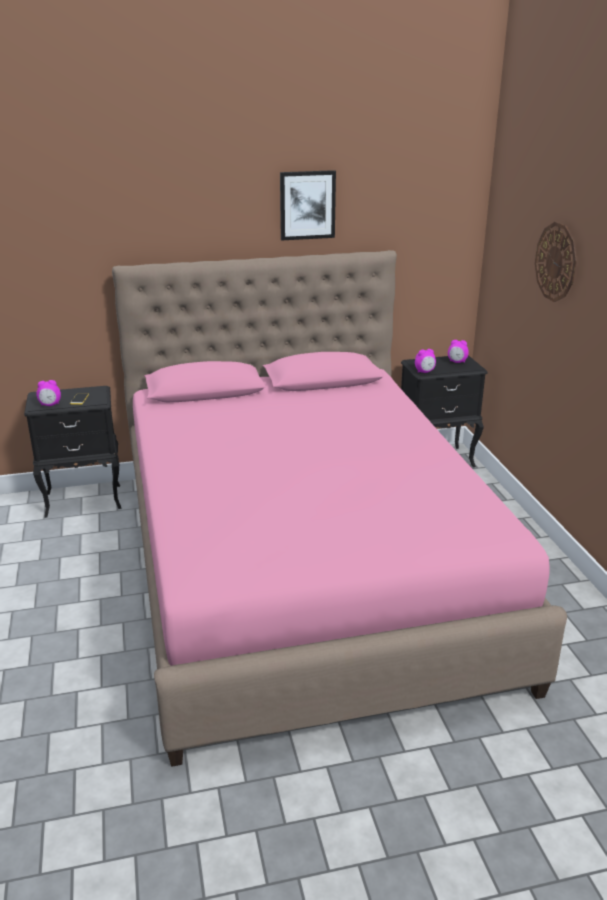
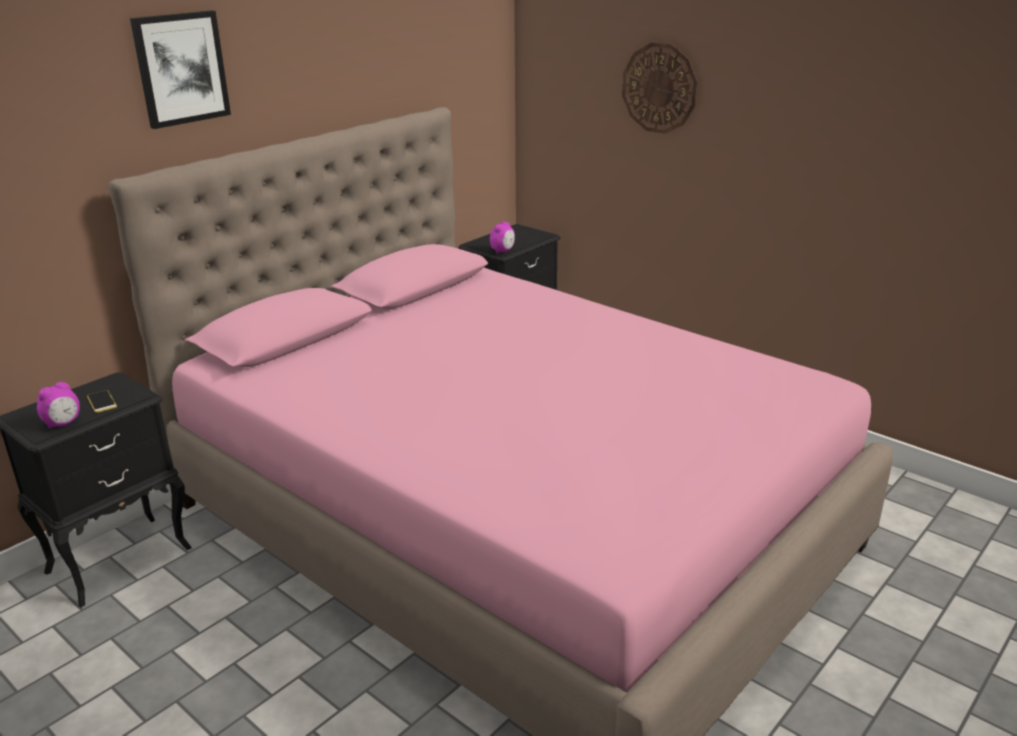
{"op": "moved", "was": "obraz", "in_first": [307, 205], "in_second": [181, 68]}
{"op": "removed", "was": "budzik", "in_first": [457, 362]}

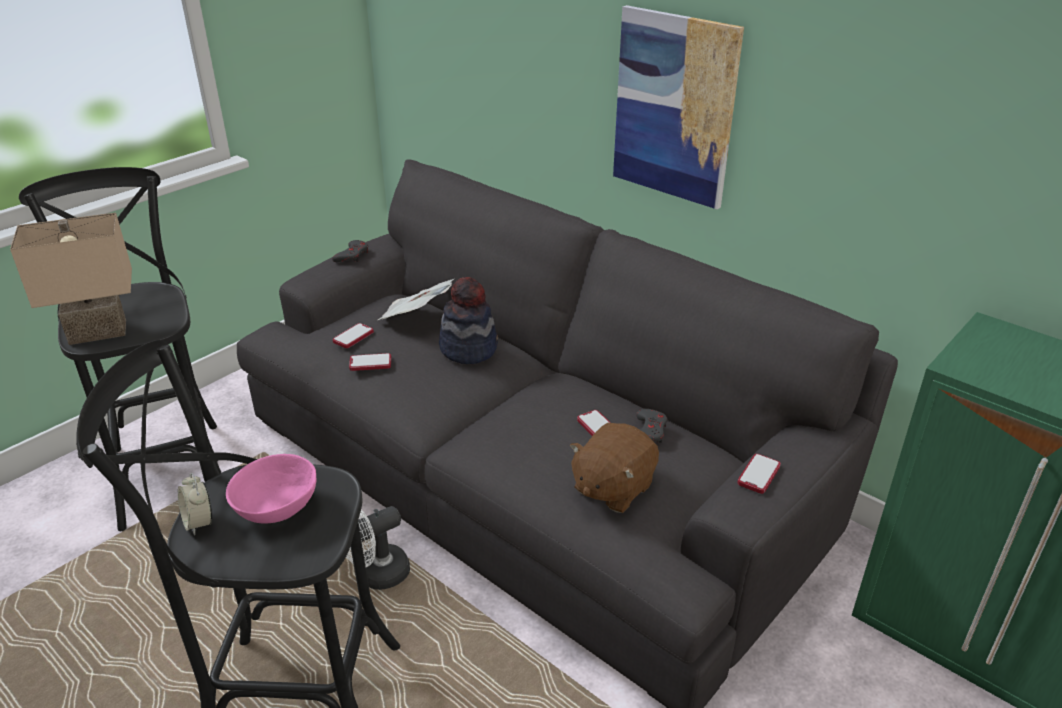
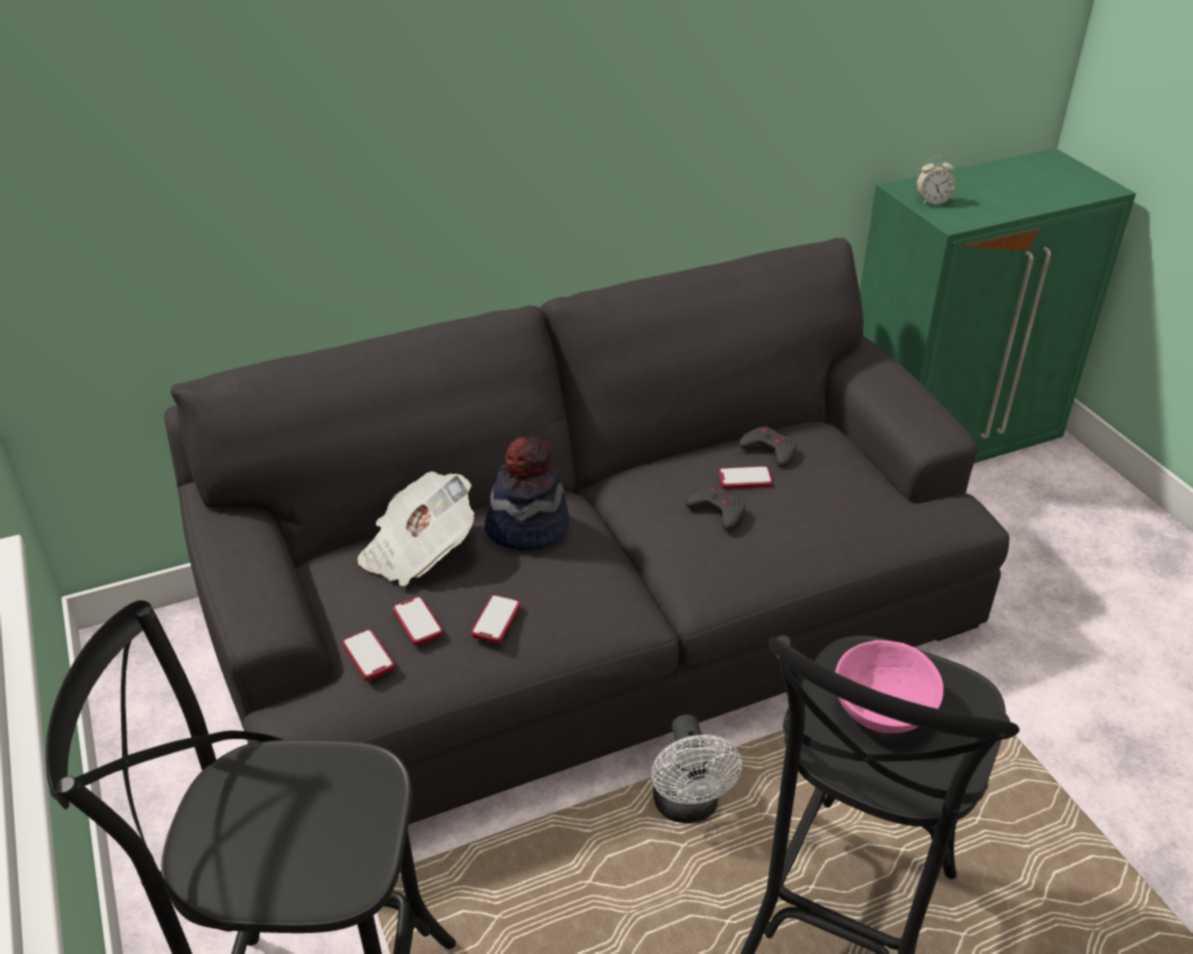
{"op": "moved", "was": "telefon", "in_first": [758, 475], "in_second": [368, 656]}
{"op": "moved", "was": "pad do gier/szary", "in_first": [352, 255], "in_second": [717, 511]}
{"op": "moved", "was": "budzik", "in_first": [199, 522], "in_second": [932, 201]}
{"op": "removed", "was": "lampa stołowa/beżowy", "in_first": [97, 333]}
{"op": "removed", "was": "pluszak/brązowy", "in_first": [612, 488]}
{"op": "removed", "was": "obraz", "in_first": [674, 107]}

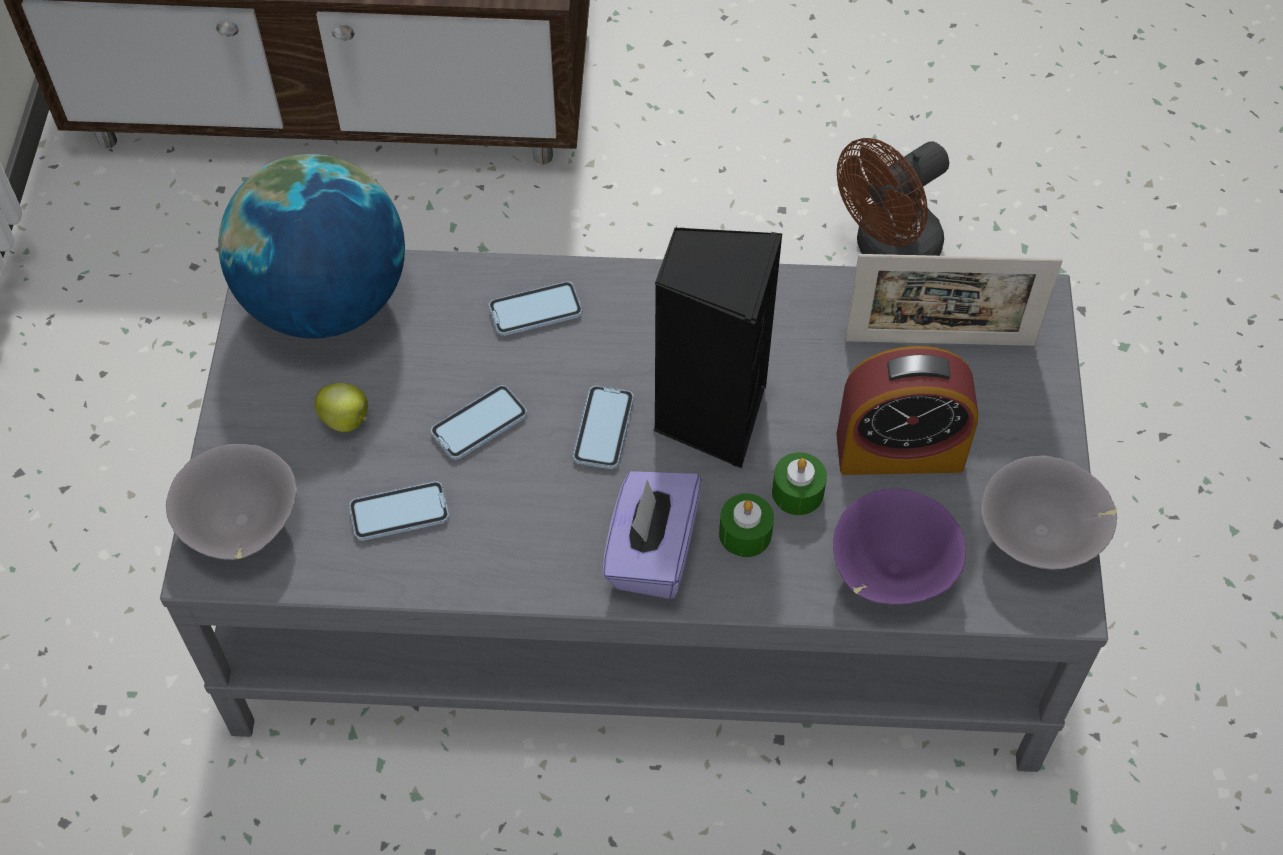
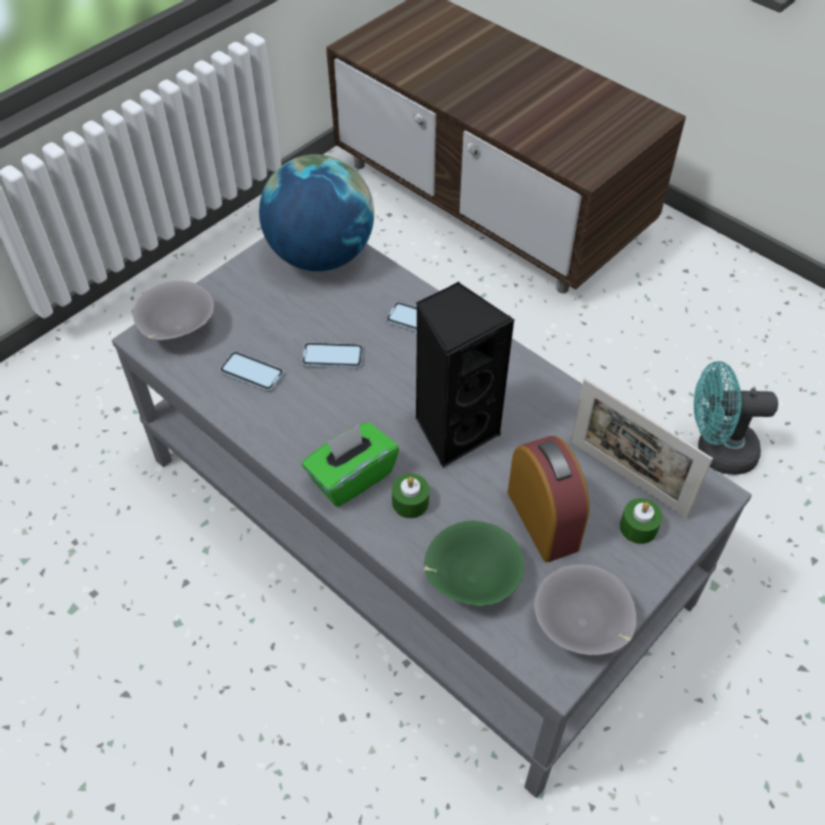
{"op": "recoloured", "was": "pudełko chusteczek/fioletowy", "now": "pudełko chusteczek/zielony", "in_first": [651, 553], "in_second": [351, 477]}
{"op": "recoloured", "was": "miska/fioletowy", "now": "miska/zielony", "in_first": [890, 571], "in_second": [470, 579]}
{"op": "turned", "was": "budzik", "in_first": [899, 451], "in_second": [542, 520], "clockwise": -150}
{"op": "moved", "was": "świeca/zielony", "in_first": [797, 492], "in_second": [638, 527]}
{"op": "recoloured", "was": "wentylator/brązowy", "now": "wentylator/turkusowy", "in_first": [888, 251], "in_second": [716, 451]}
{"op": "removed", "was": "jabłko", "in_first": [347, 421]}
{"op": "removed", "was": "telefon", "in_first": [603, 429]}

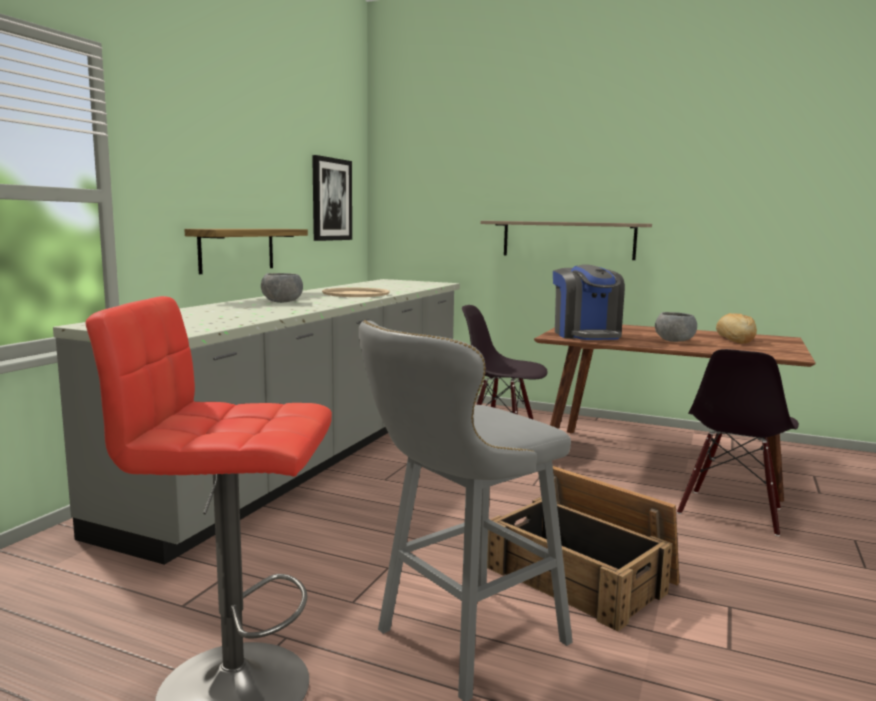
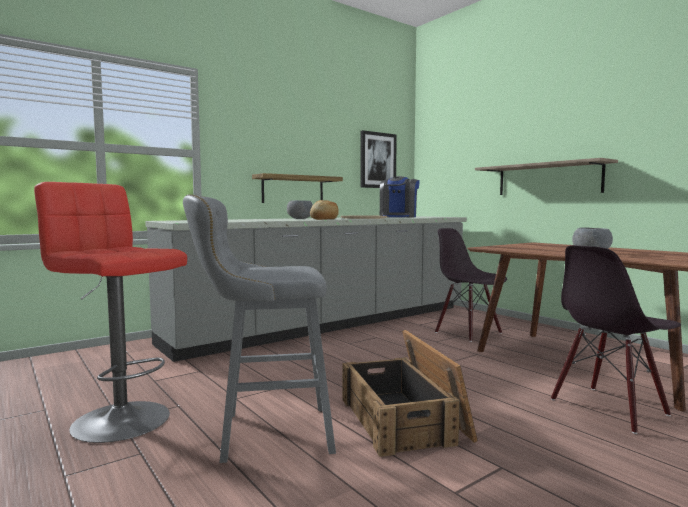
{"op": "moved", "was": "chleb", "in_first": [734, 340], "in_second": [324, 219]}
{"op": "moved", "was": "ekspres do kawy", "in_first": [586, 335], "in_second": [398, 217]}

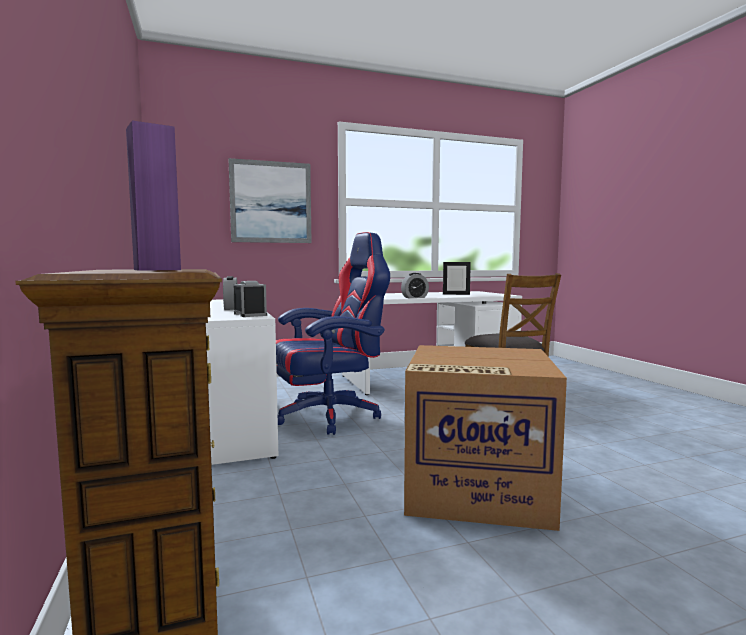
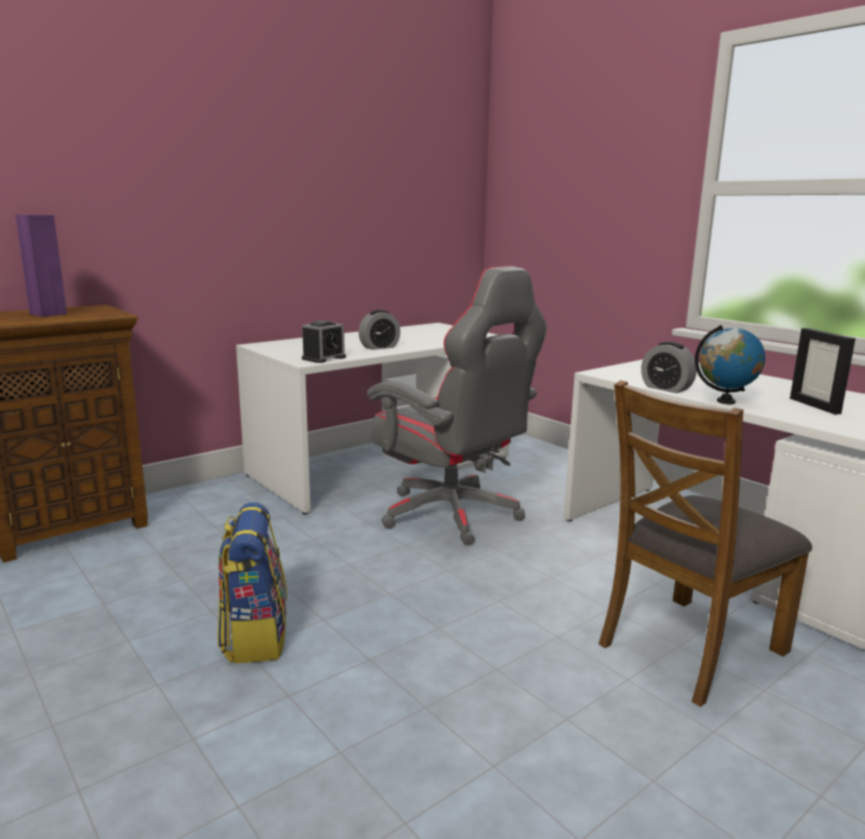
{"op": "replaced", "was": "karton", "now": "plecak", "in_first": [475, 488], "in_second": [254, 636]}
{"op": "recoloured", "was": "krzesło biurowe/niebieski", "now": "krzesło biurowe/szary", "in_first": [328, 416], "in_second": [450, 514]}
{"op": "added", "now": "globus", "in_second": [725, 401]}
{"op": "removed", "was": "obraz", "in_first": [271, 202]}

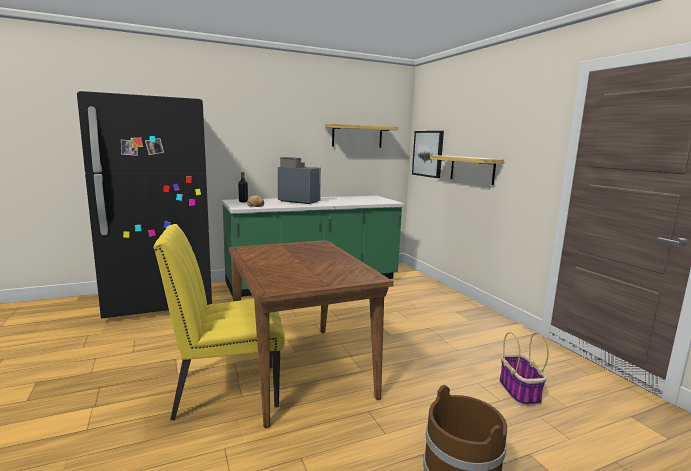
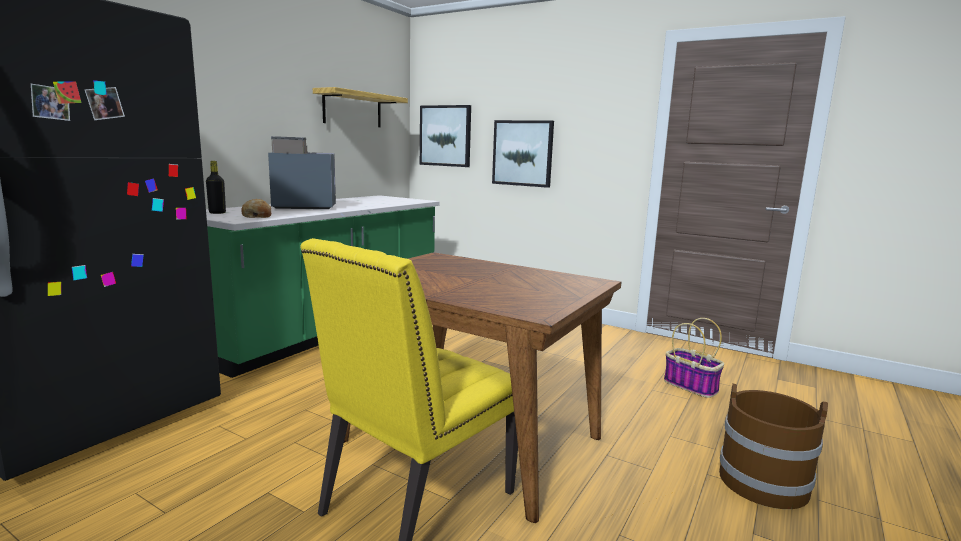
{"op": "replaced", "was": "półka", "now": "obraz", "in_first": [472, 169], "in_second": [523, 153]}

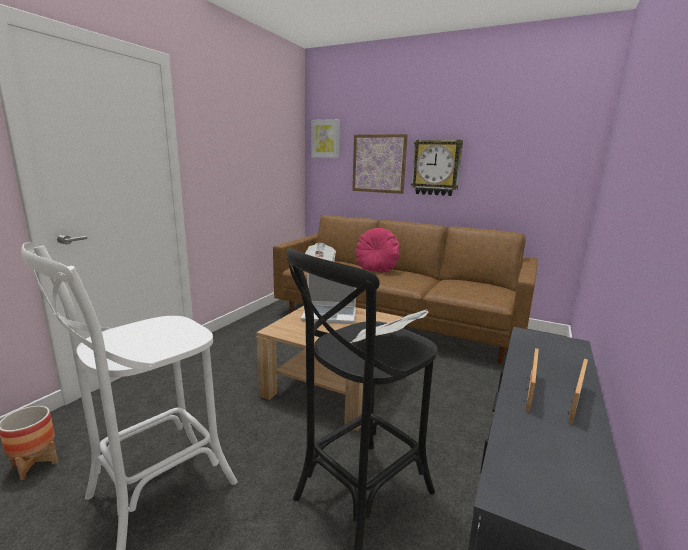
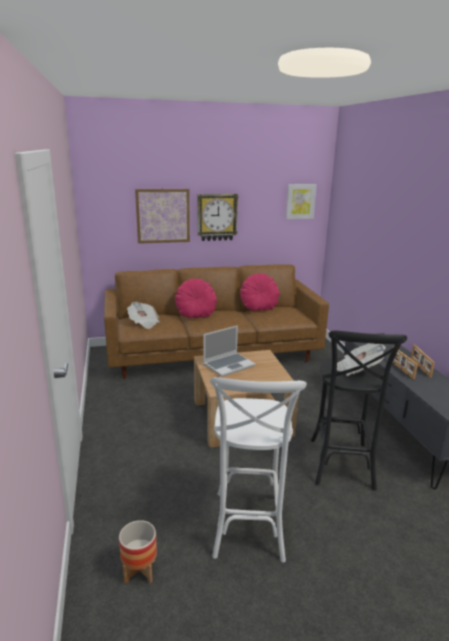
{"op": "added", "now": "poduszka/różowy", "in_second": [259, 309]}
{"op": "moved", "was": "obraz", "in_first": [325, 138], "in_second": [300, 201]}

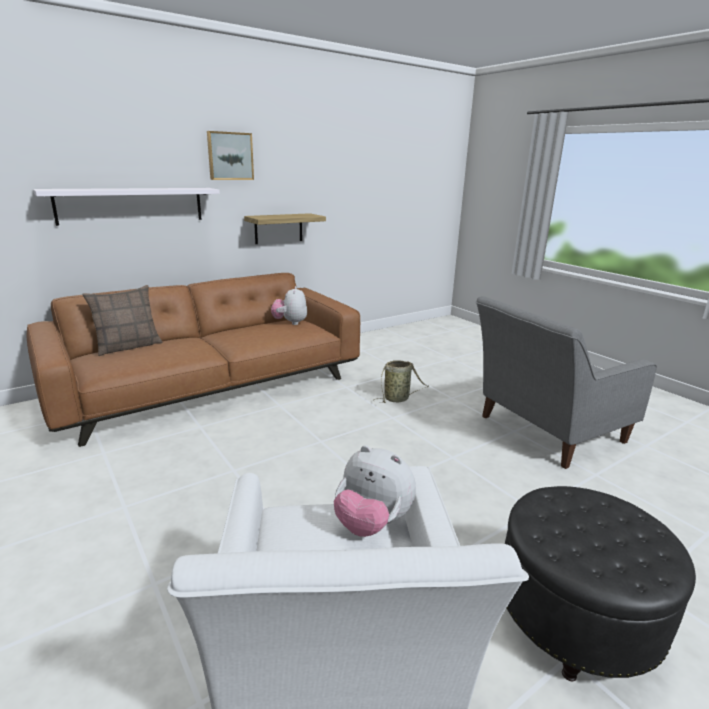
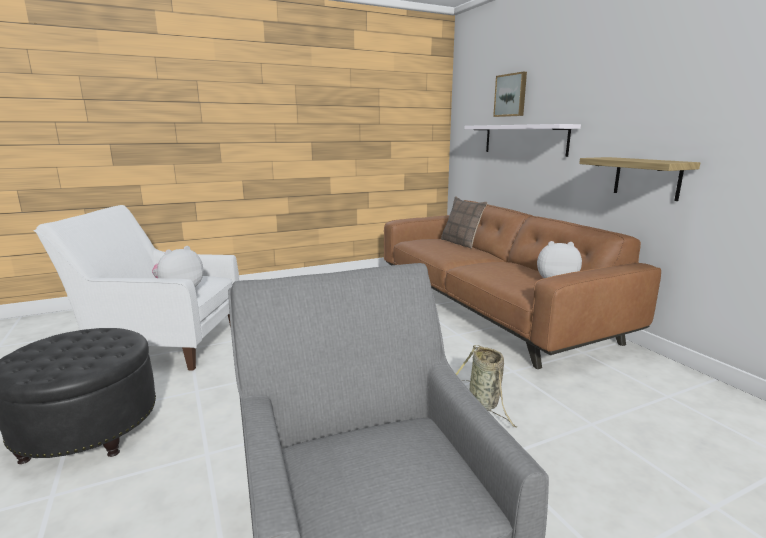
{"op": "moved", "was": "obraz", "in_first": [230, 156], "in_second": [511, 95]}

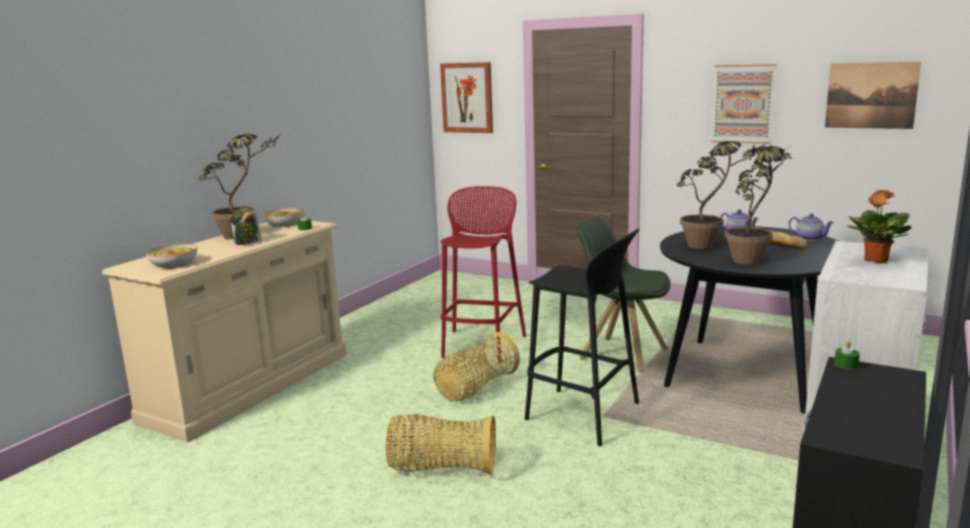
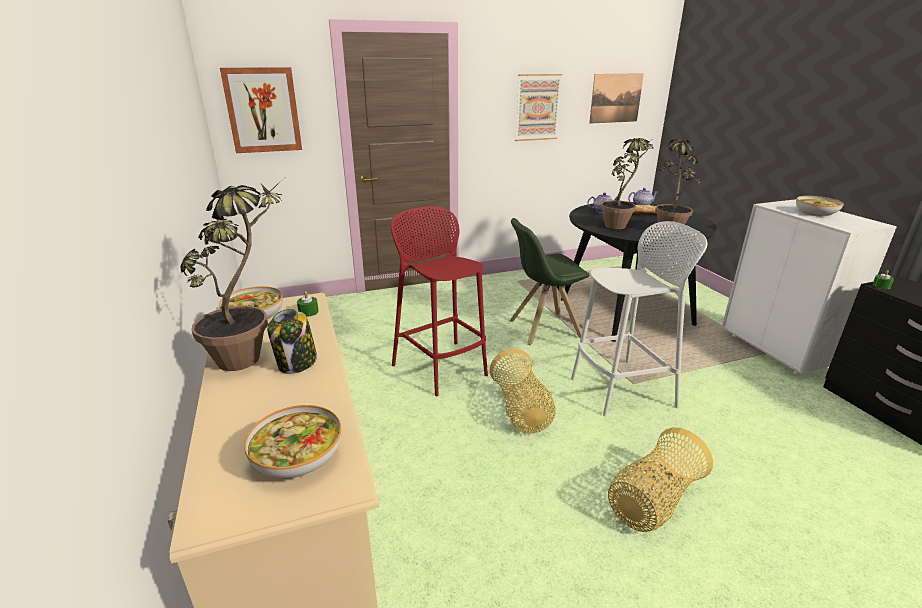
{"op": "recoloured", "was": "stołek/czarny", "now": "stołek/biały", "in_first": [583, 415], "in_second": [622, 389]}
{"op": "replaced", "was": "roślina doniczkowa", "now": "miska", "in_first": [875, 260], "in_second": [815, 212]}

